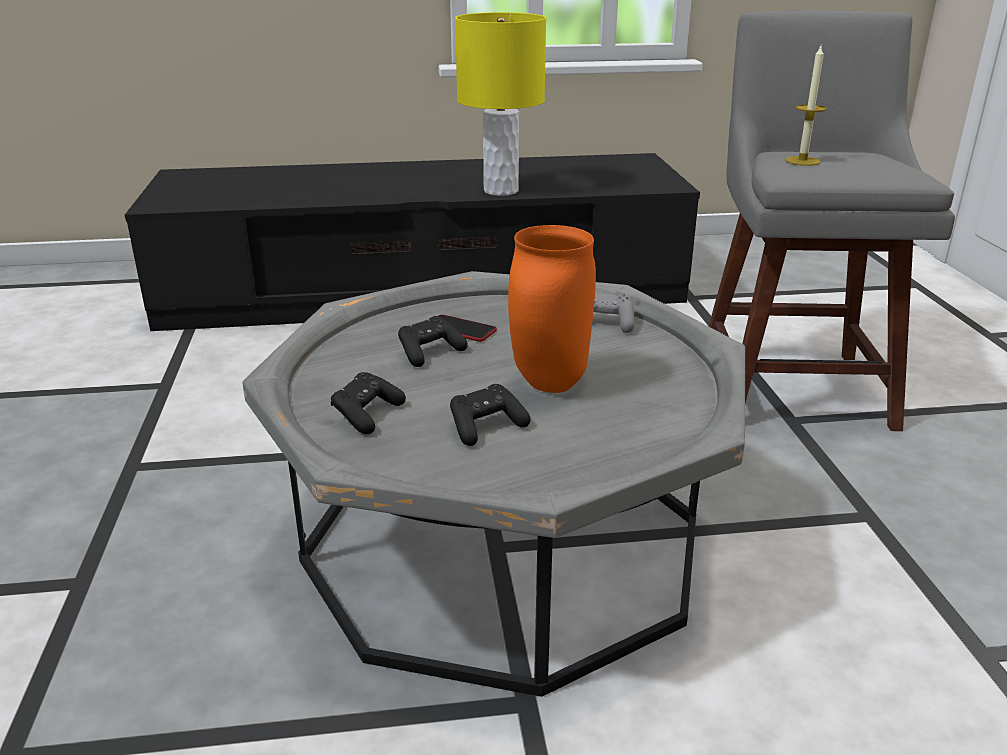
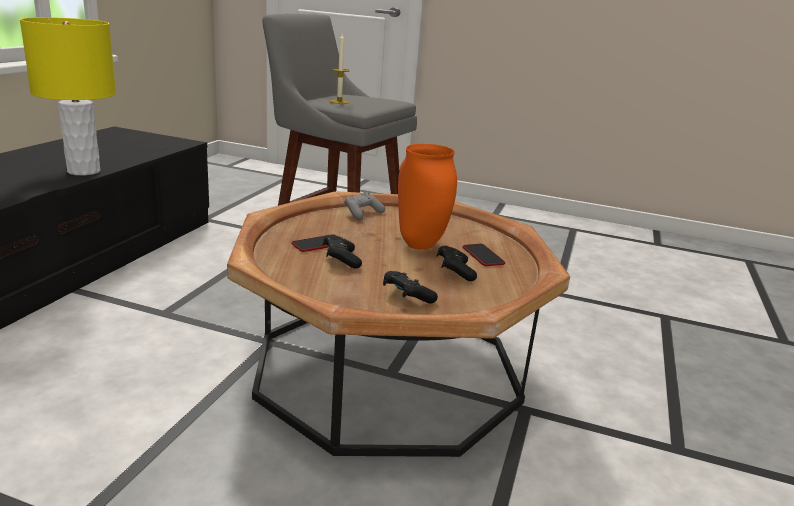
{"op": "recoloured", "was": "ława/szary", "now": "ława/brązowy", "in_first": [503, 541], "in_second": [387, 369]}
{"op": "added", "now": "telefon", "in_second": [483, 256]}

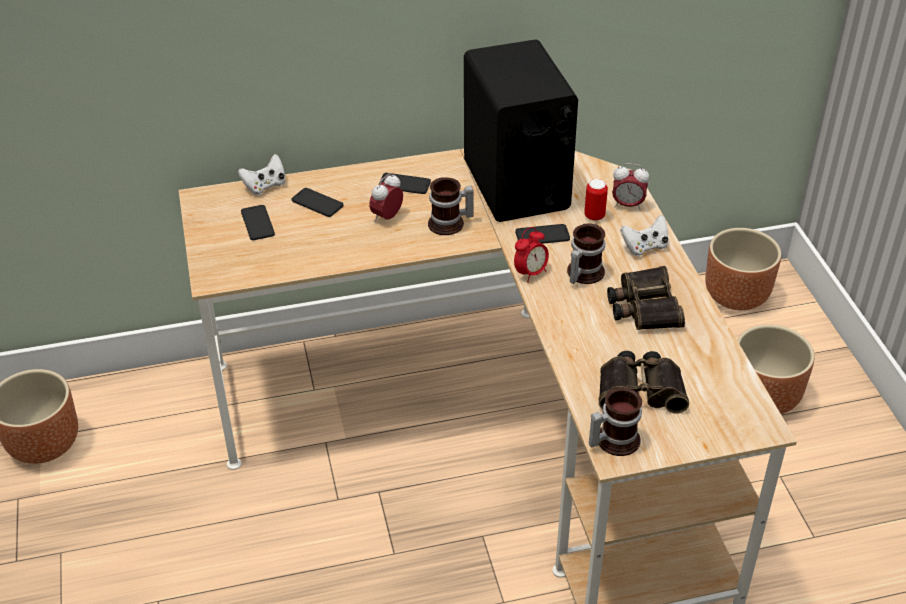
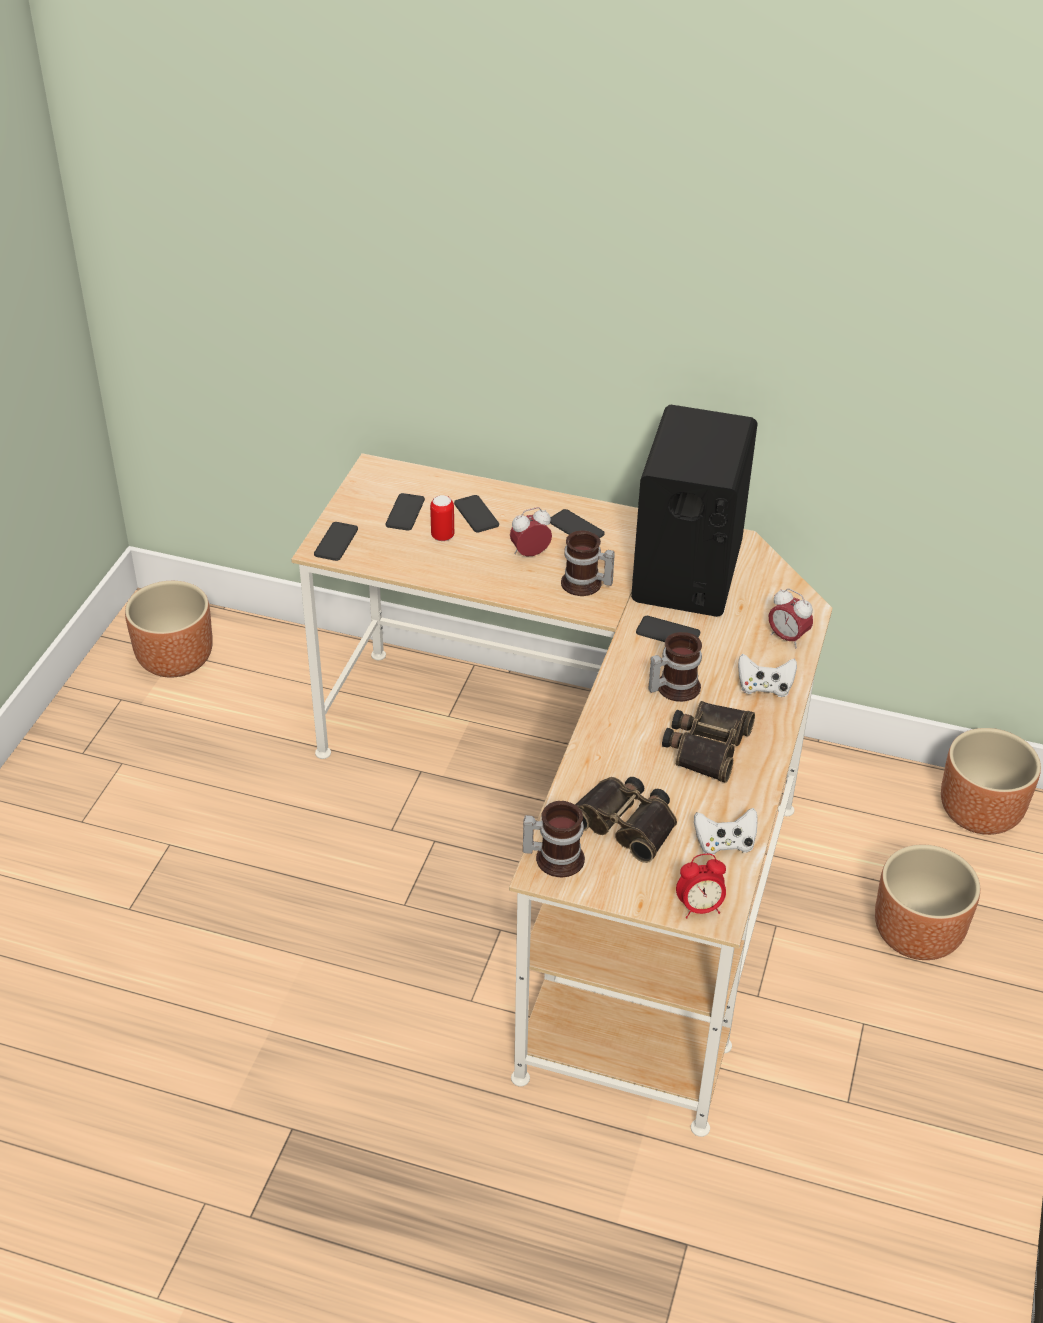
{"op": "added", "now": "telefon", "in_second": [336, 542]}
{"op": "moved", "was": "puszka", "in_first": [594, 216], "in_second": [442, 536]}
{"op": "moved", "was": "budzik", "in_first": [530, 273], "in_second": [699, 907]}
{"op": "moved", "was": "pad do gier/biały", "in_first": [265, 186], "in_second": [724, 844]}

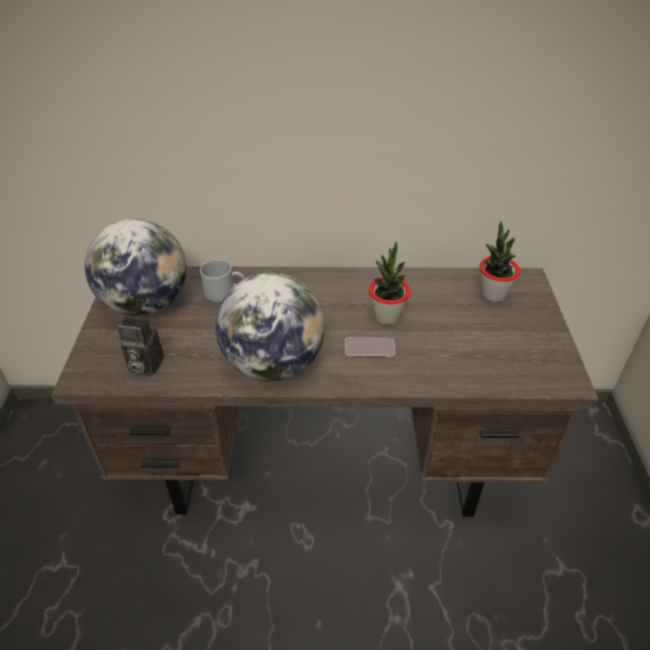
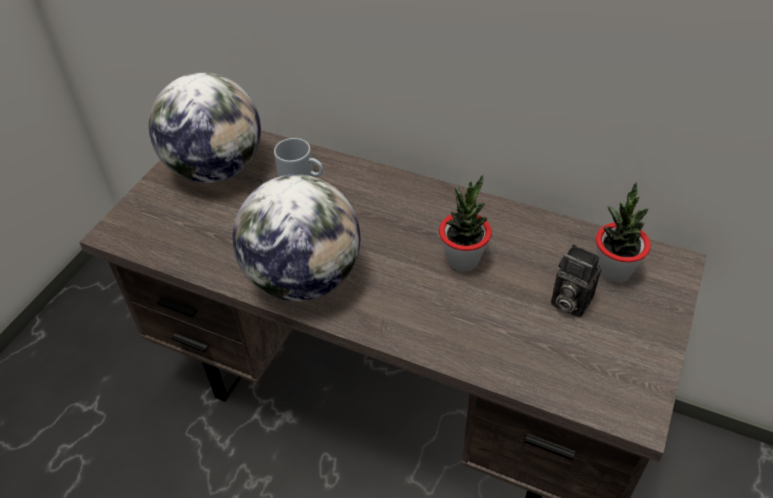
{"op": "moved", "was": "aparat fotograficzny", "in_first": [143, 365], "in_second": [568, 301]}
{"op": "removed", "was": "telefon", "in_first": [369, 348]}

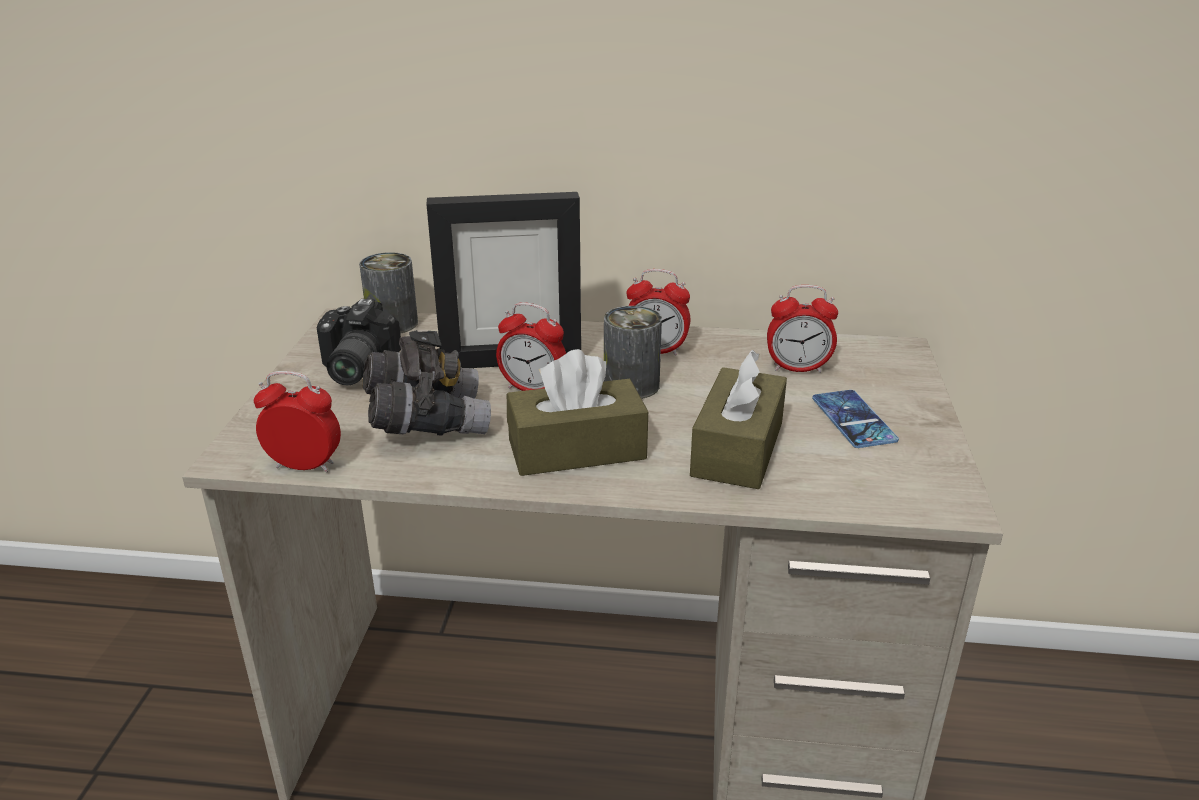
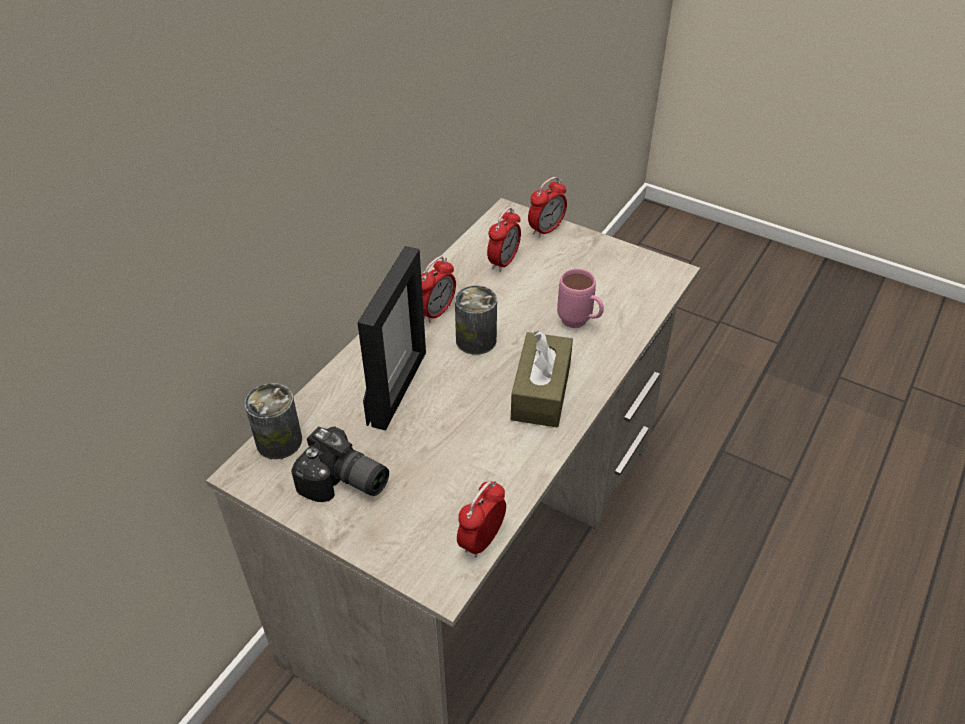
{"op": "moved", "was": "budzik", "in_first": [533, 389], "in_second": [546, 229]}
{"op": "replaced", "was": "pudełko chusteczek/brązowy", "now": "kubek/różowy", "in_first": [737, 449], "in_second": [579, 323]}
{"op": "removed", "was": "lornetka/szary", "in_first": [426, 421]}
{"op": "removed", "was": "telefon", "in_first": [853, 419]}

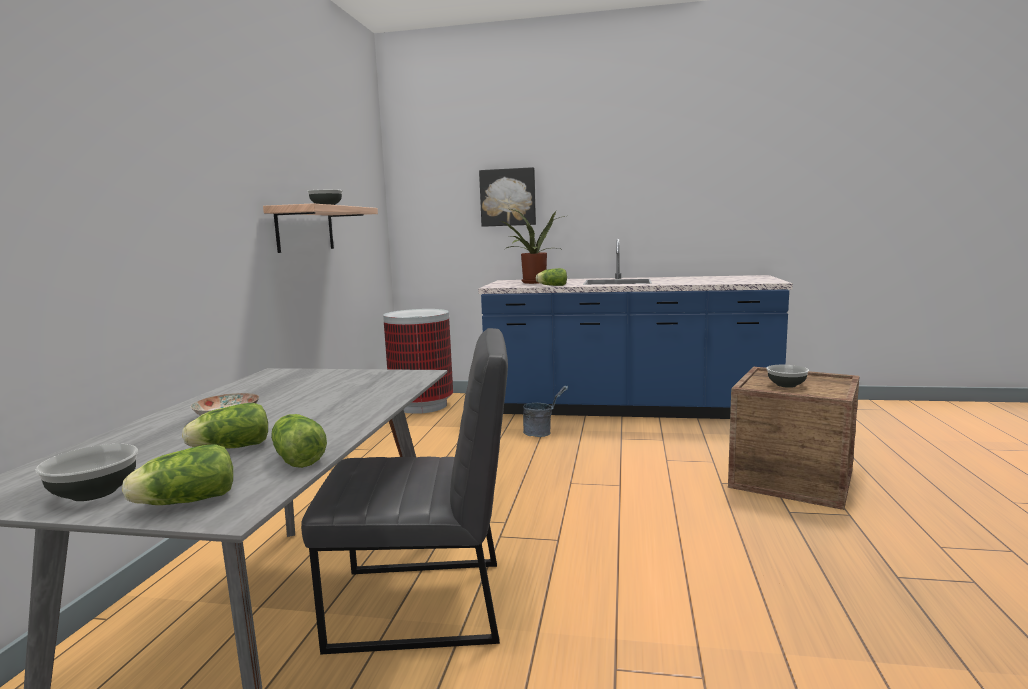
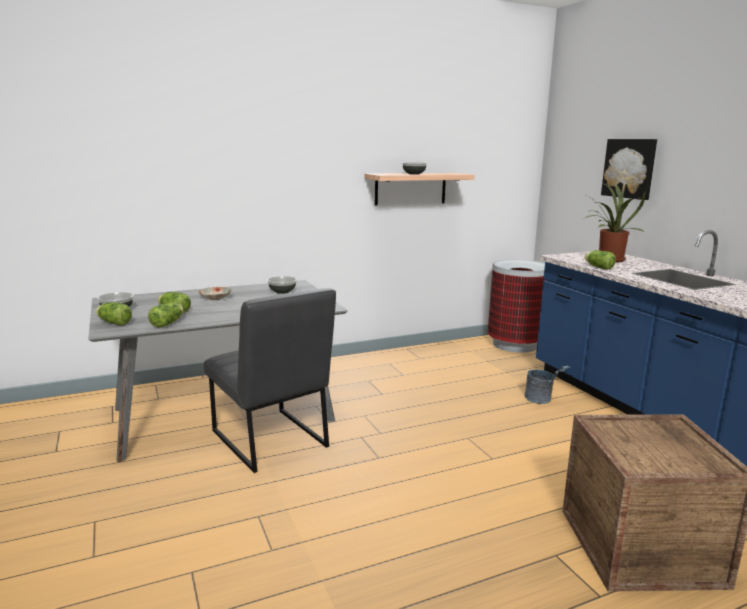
{"op": "moved", "was": "miska", "in_first": [786, 385], "in_second": [282, 291]}

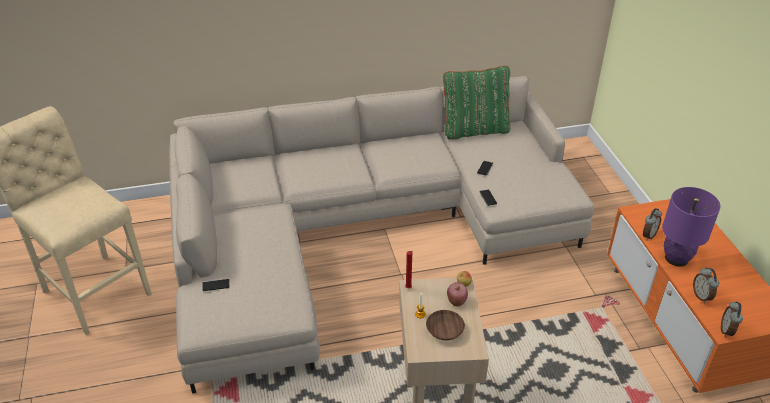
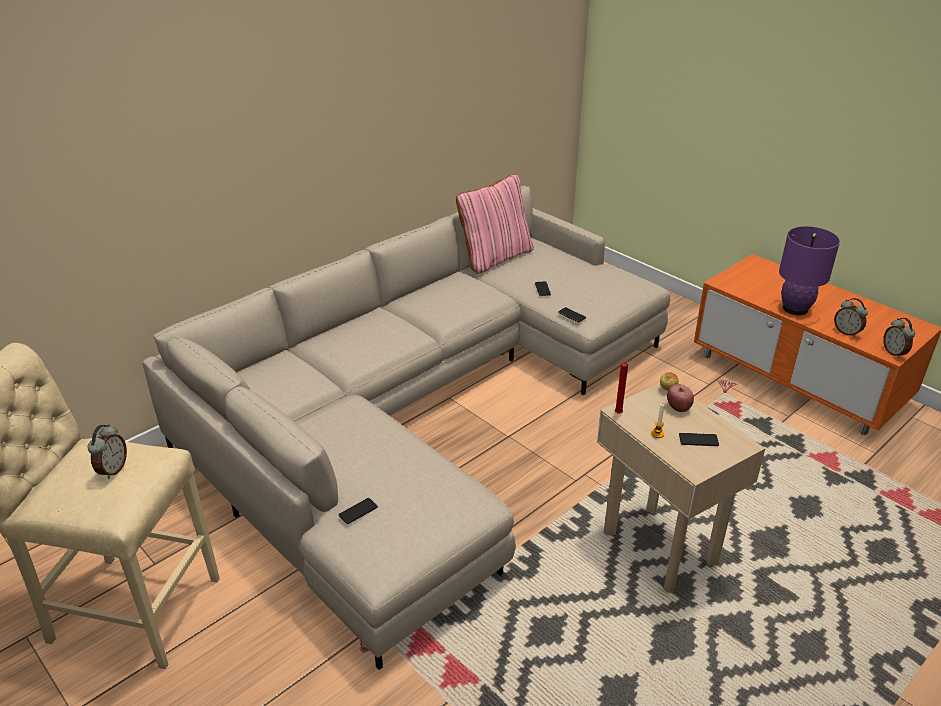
{"op": "moved", "was": "budzik", "in_first": [648, 235], "in_second": [112, 470]}
{"op": "recoloured", "was": "poduszka/zielony", "now": "poduszka/różowy", "in_first": [475, 130], "in_second": [495, 257]}
{"op": "replaced", "was": "miska/brązowy", "now": "telefon", "in_first": [445, 331], "in_second": [698, 440]}

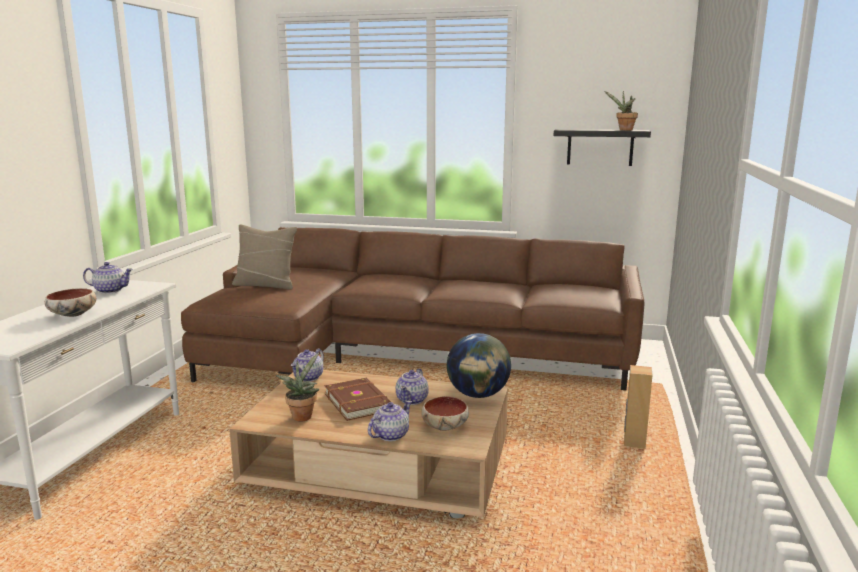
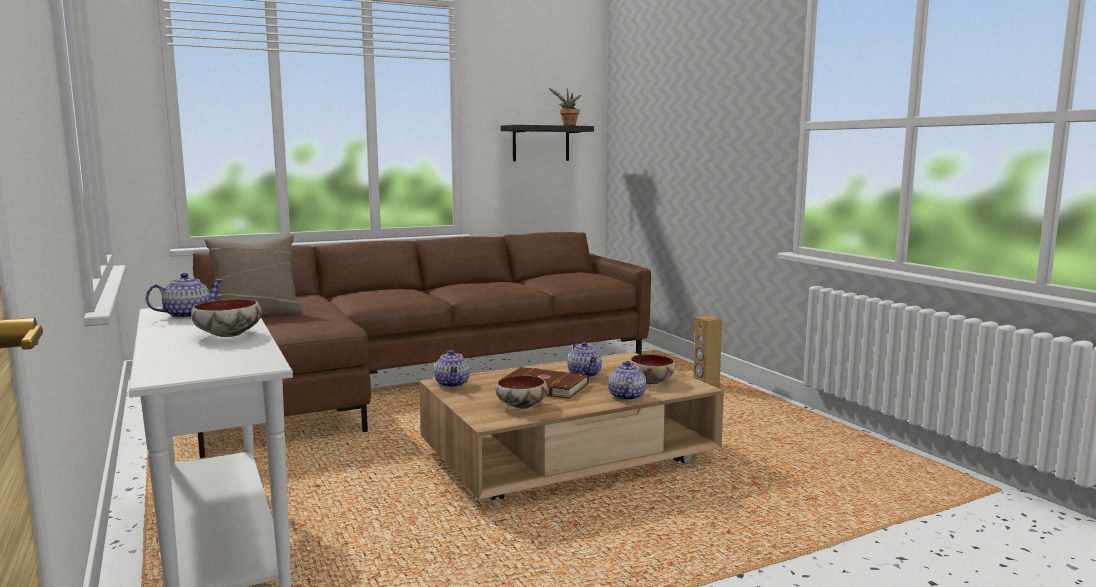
{"op": "replaced", "was": "roślina doniczkowa", "now": "miska", "in_first": [302, 415], "in_second": [521, 406]}
{"op": "removed", "was": "globus", "in_first": [478, 395]}

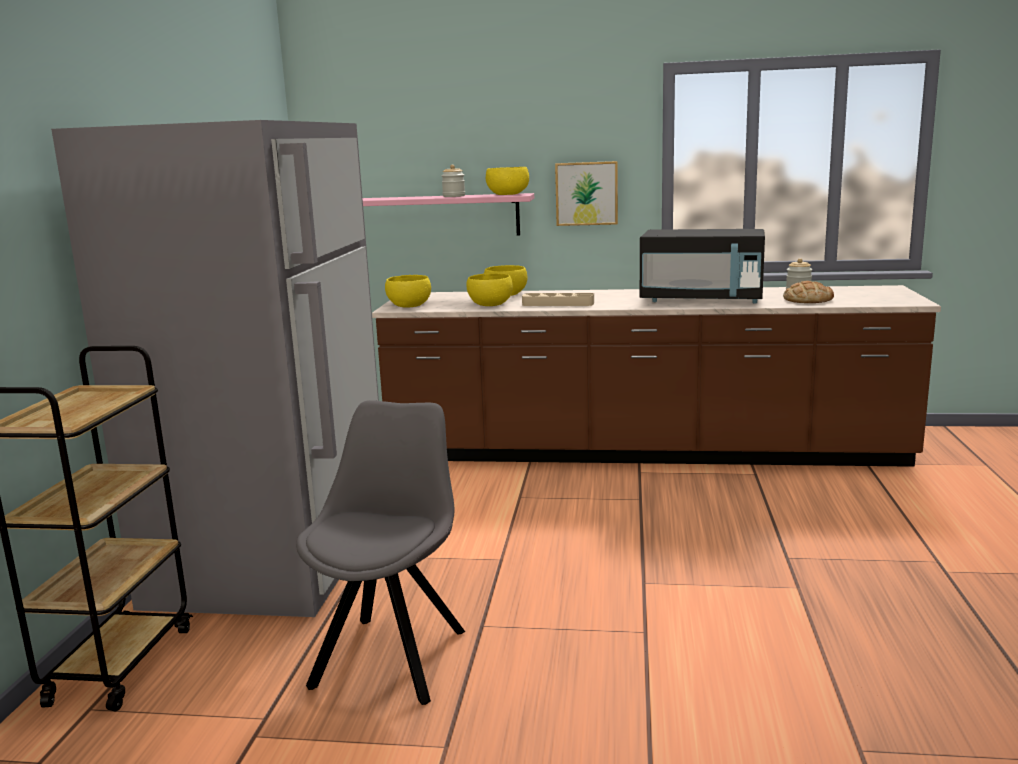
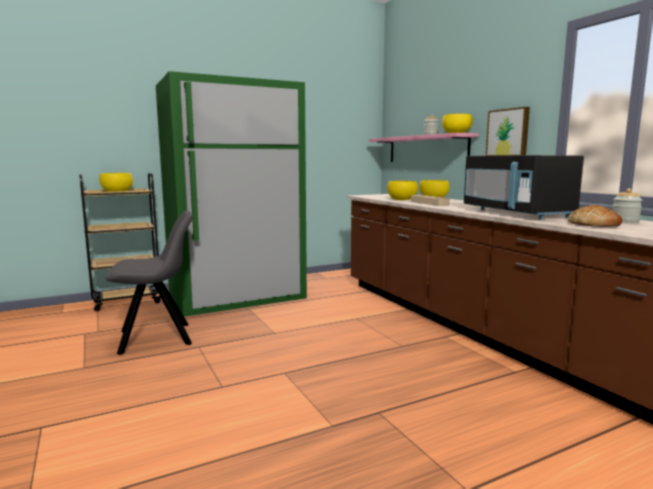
{"op": "moved", "was": "miska/żółty", "in_first": [409, 305], "in_second": [117, 191]}
{"op": "recoloured", "was": "lodówka/szary", "now": "lodówka/zielony", "in_first": [277, 551], "in_second": [237, 295]}

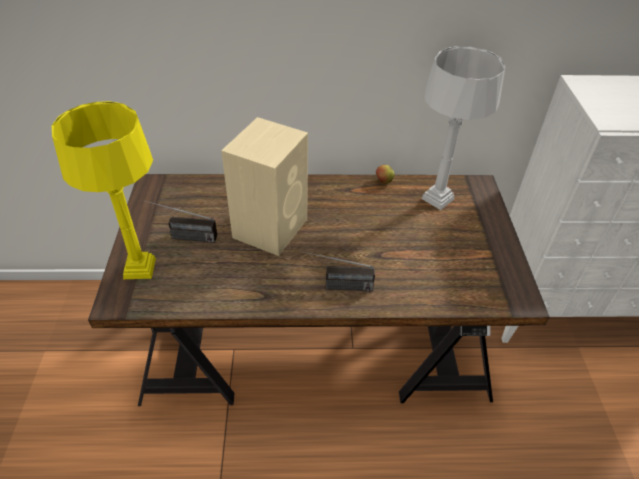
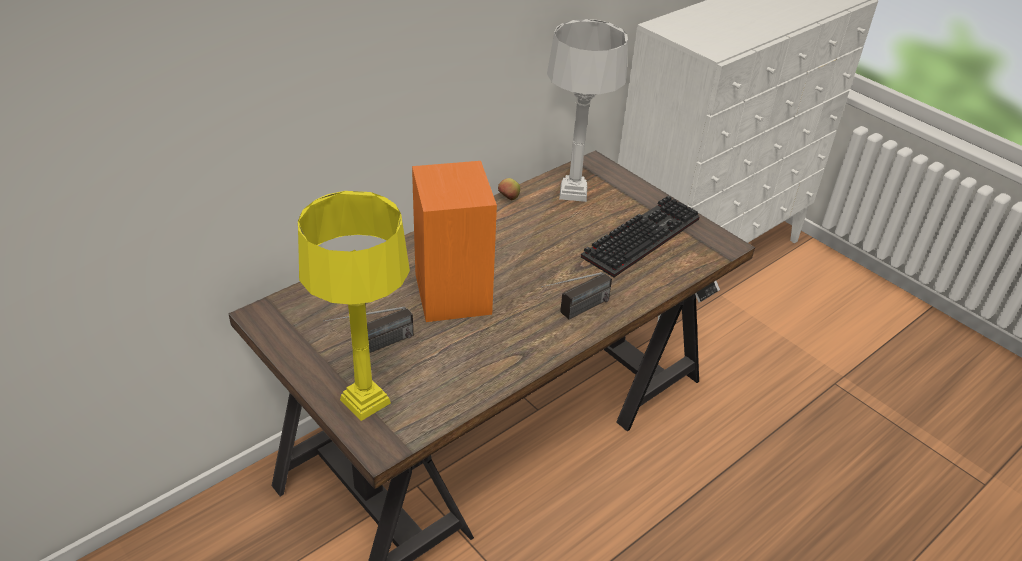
{"op": "recoloured", "was": "głośnik/beżowy", "now": "głośnik/pomarańczowy", "in_first": [271, 227], "in_second": [452, 292]}
{"op": "added", "now": "klawiatura", "in_second": [640, 236]}

